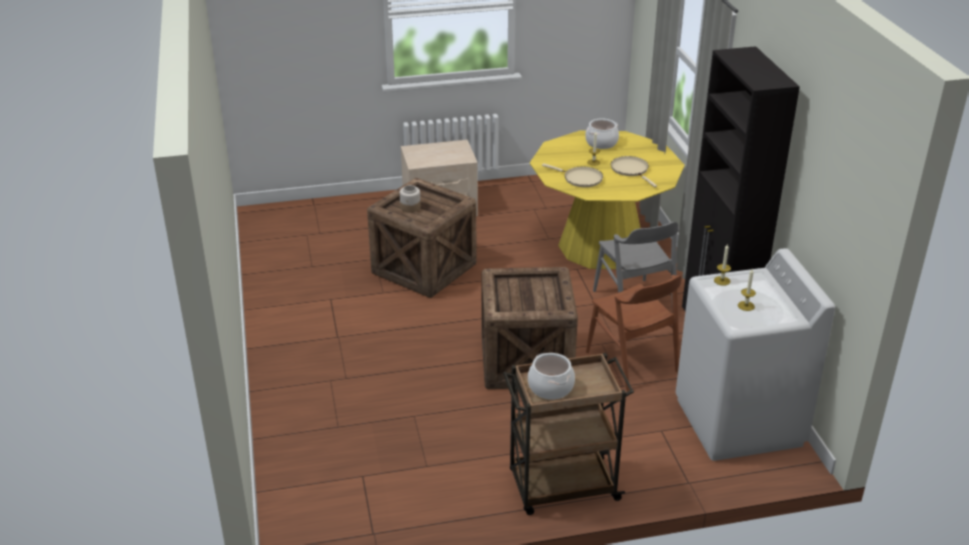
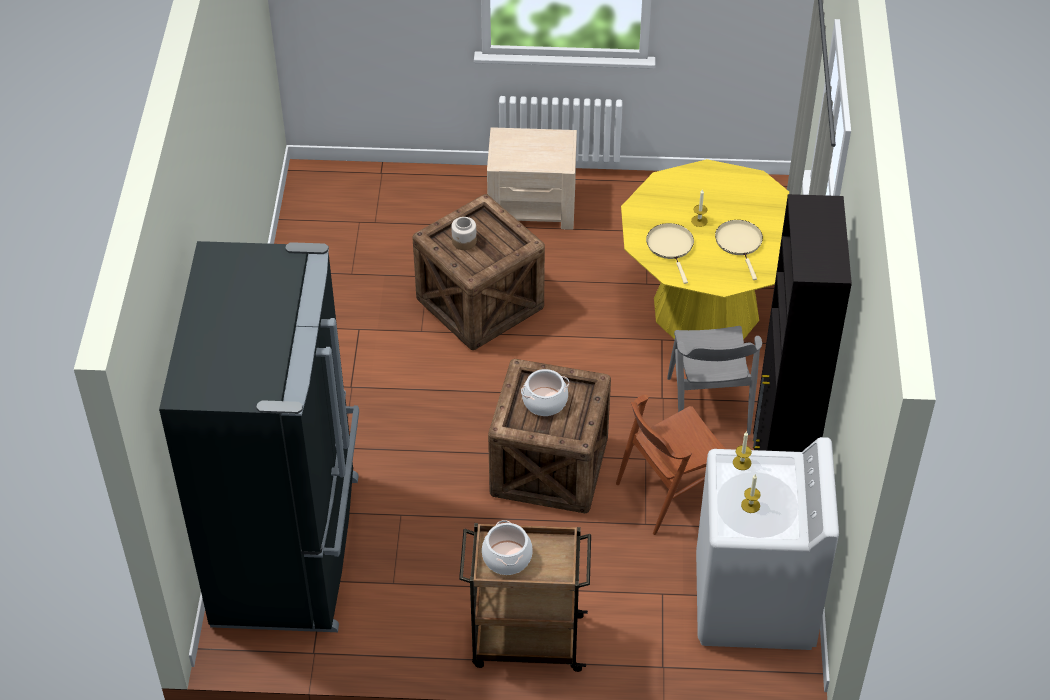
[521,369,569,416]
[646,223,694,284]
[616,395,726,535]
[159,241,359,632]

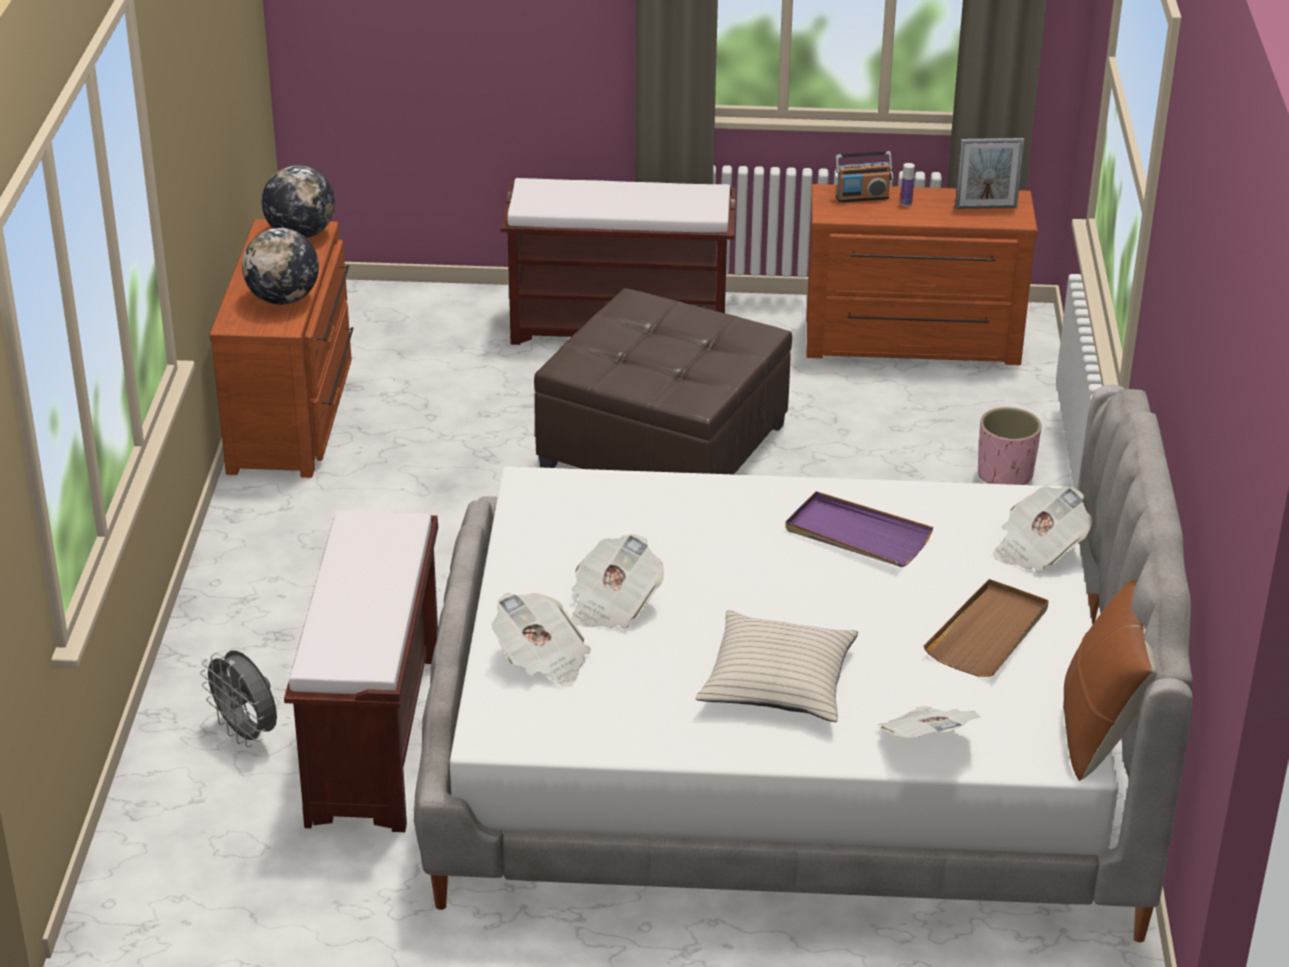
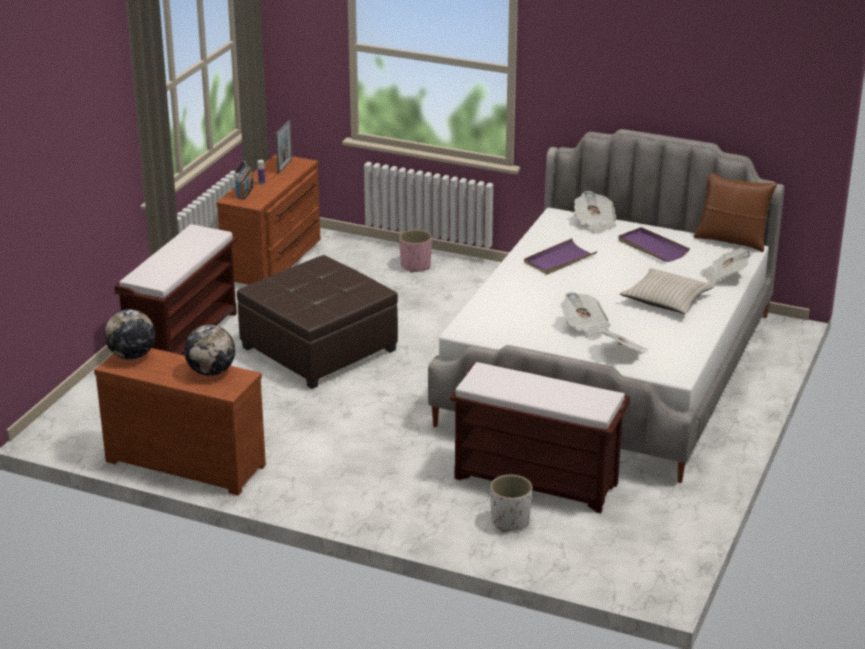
[618,227,690,262]
[490,475,532,532]

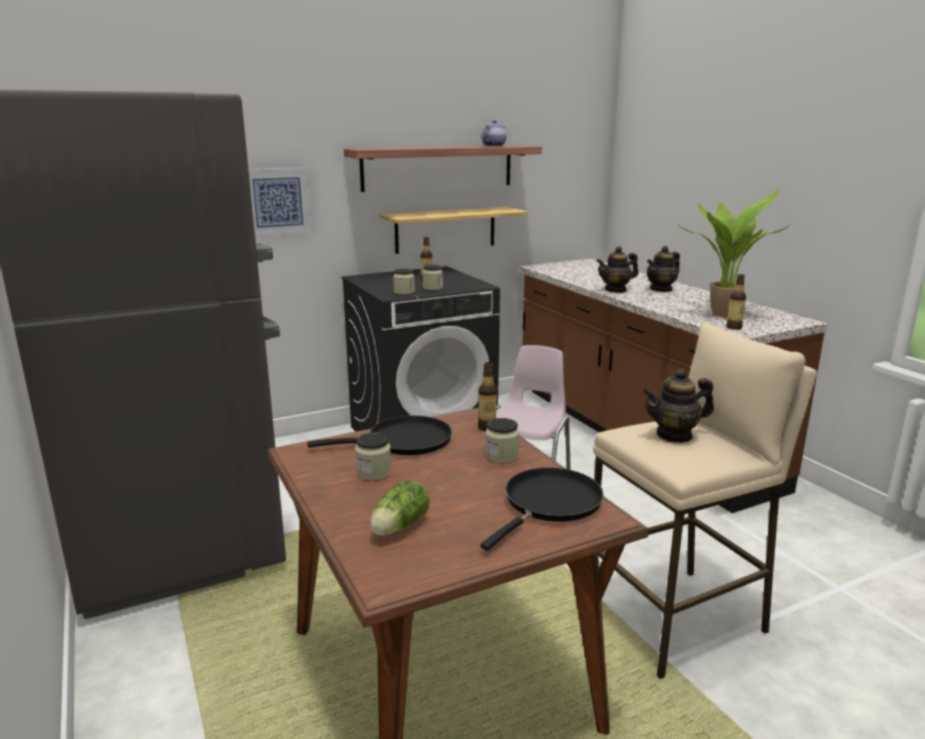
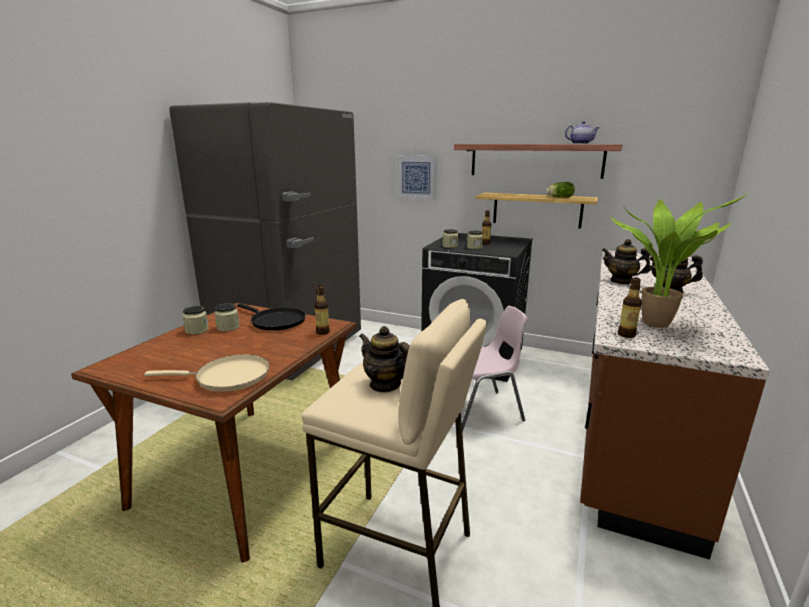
[183,306,209,335]
[144,354,269,392]
[546,182,575,198]

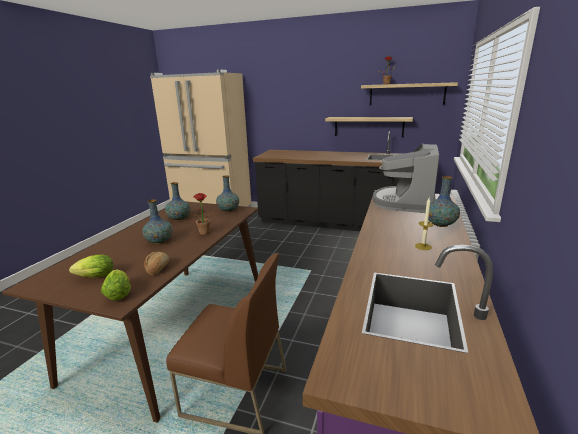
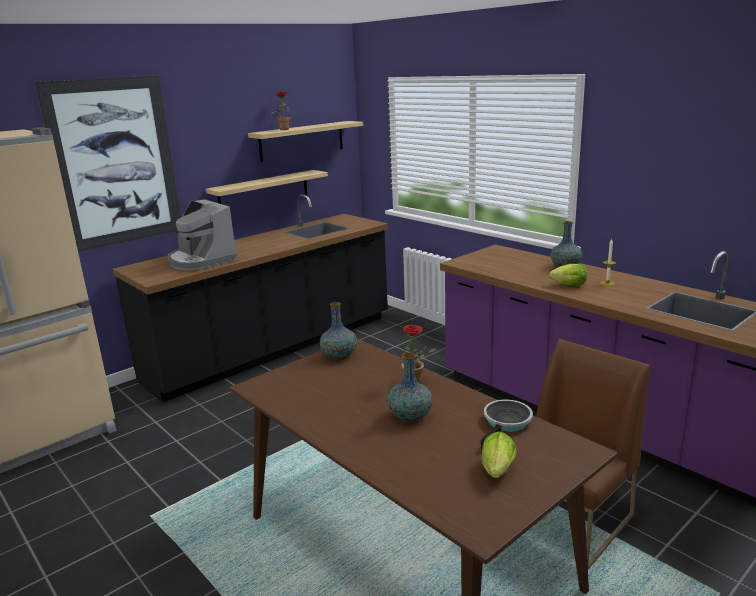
[167,199,238,271]
[165,182,190,221] (first image)
[481,400,533,448]
[549,264,587,286]
[34,76,181,252]

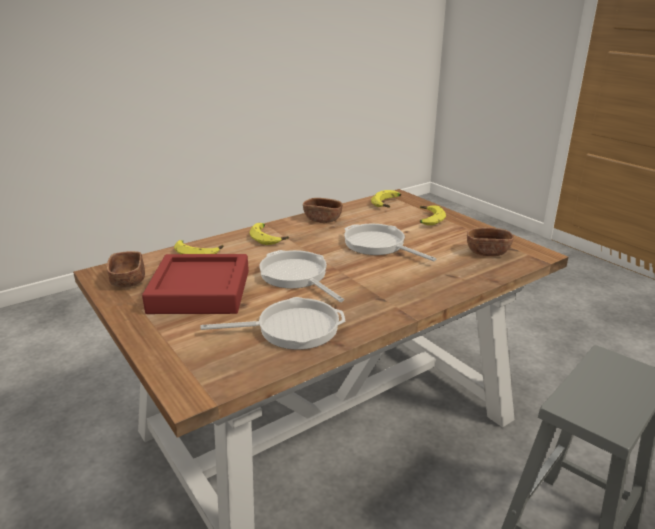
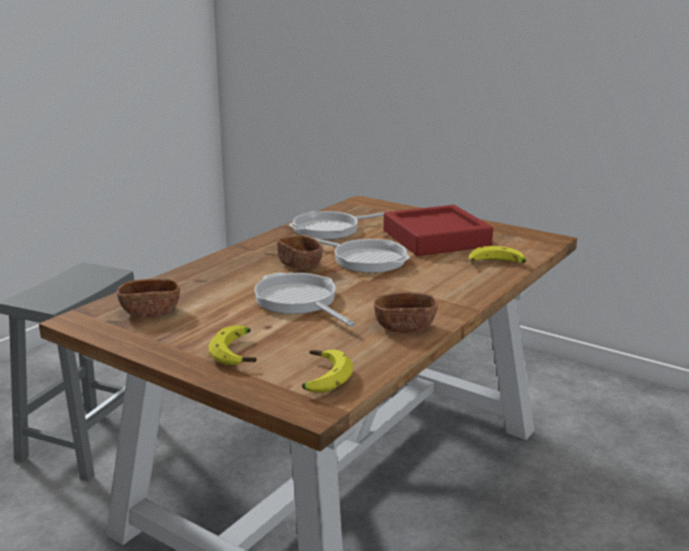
[250,223,289,245] (first image)
[254,272,356,327]
[277,235,323,269]

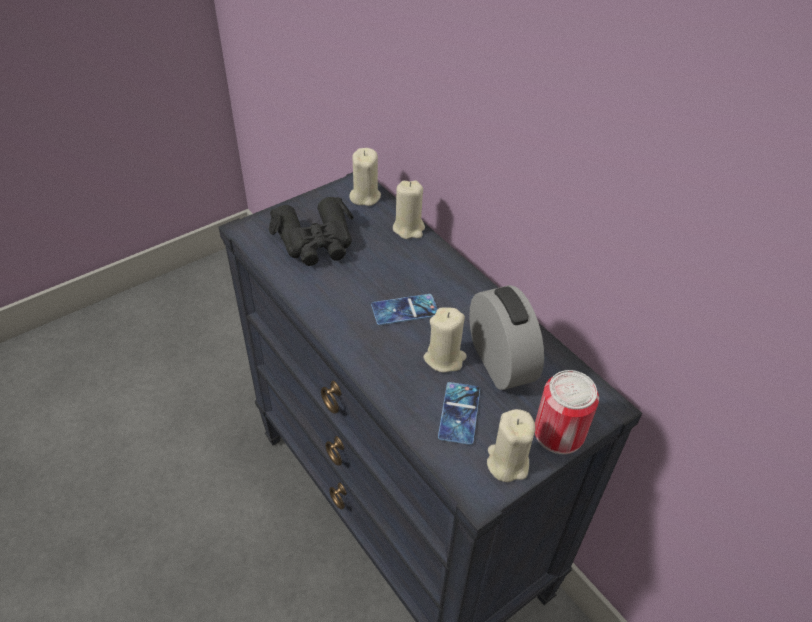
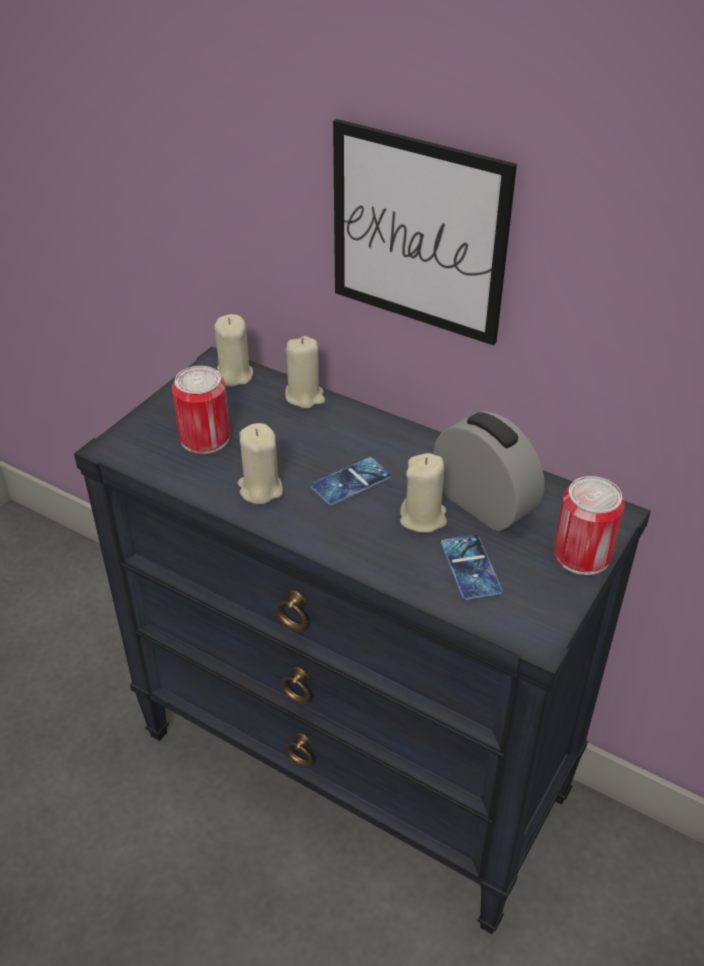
[172,366,230,454]
[238,423,283,504]
[333,119,517,345]

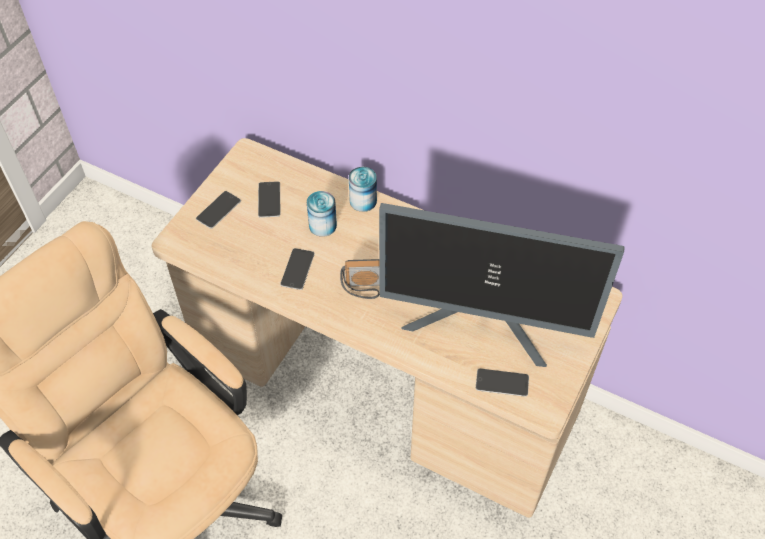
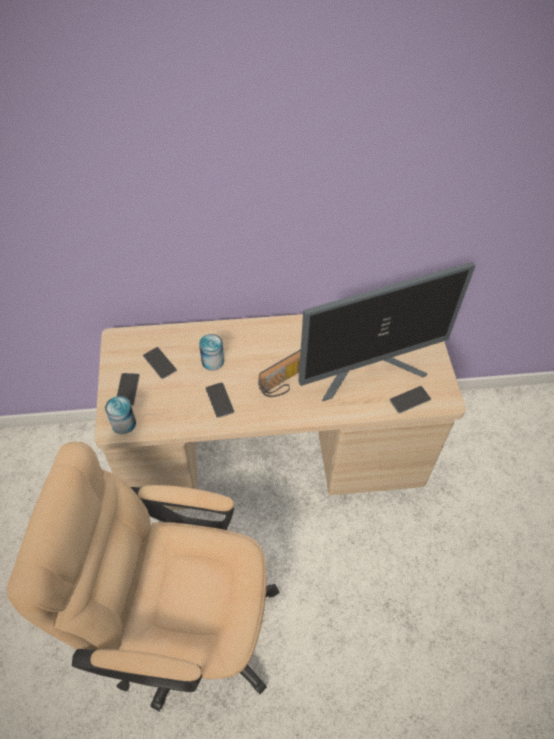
[105,396,136,434]

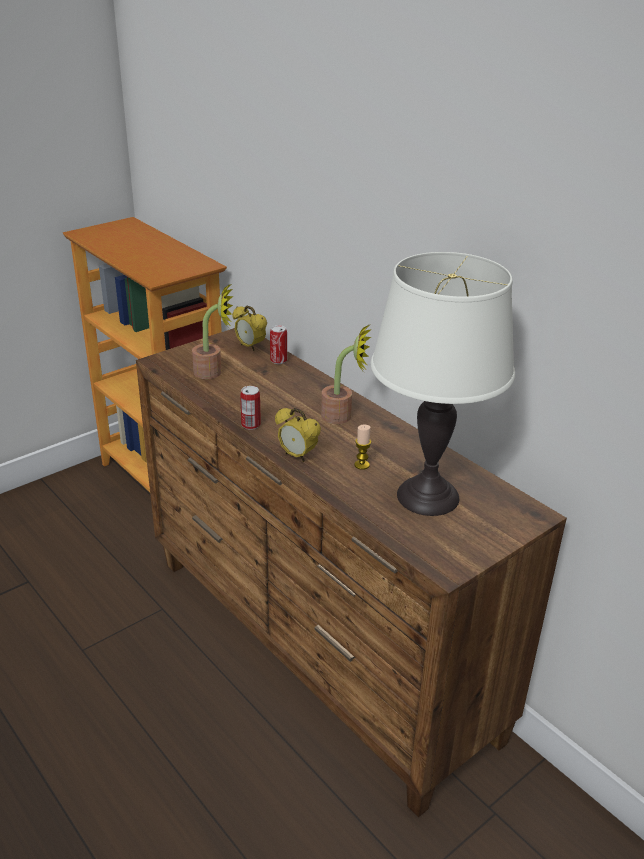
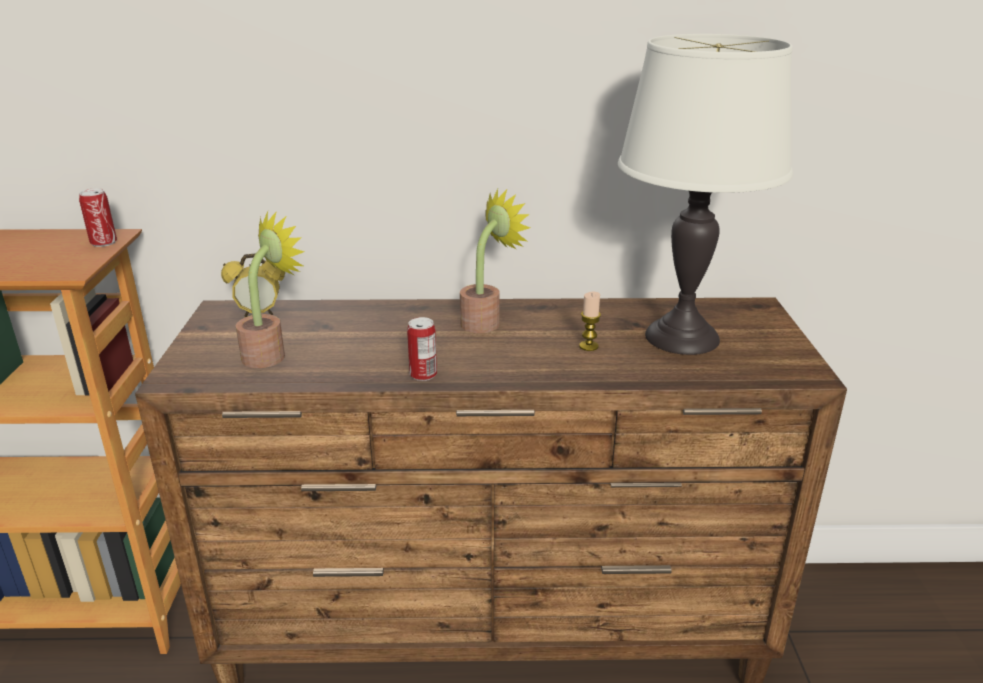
[79,188,117,247]
[275,408,321,462] (first image)

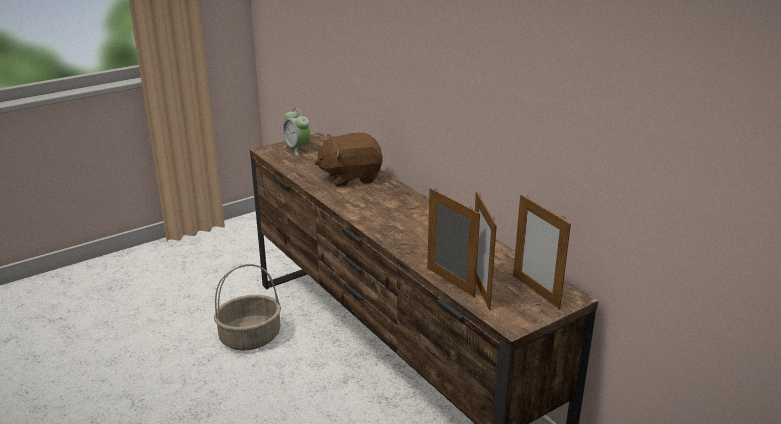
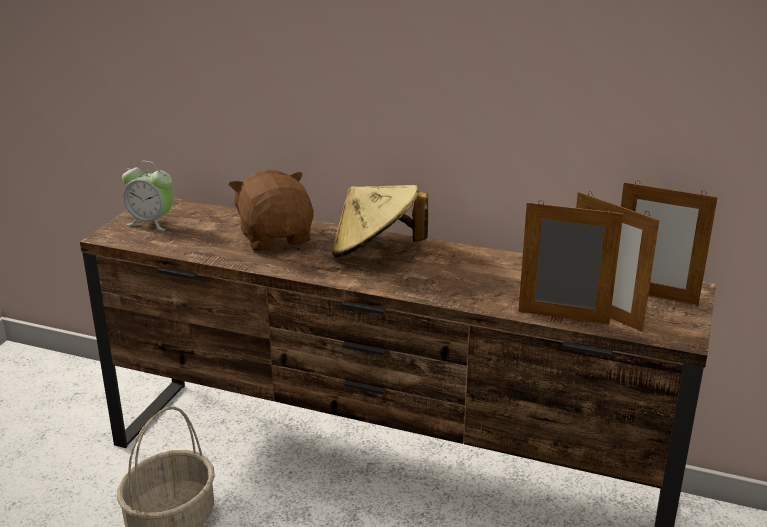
[229,170,314,251]
[331,185,428,258]

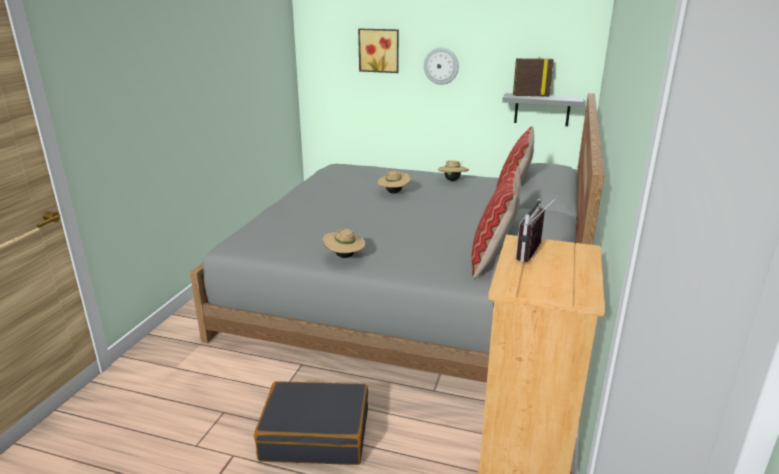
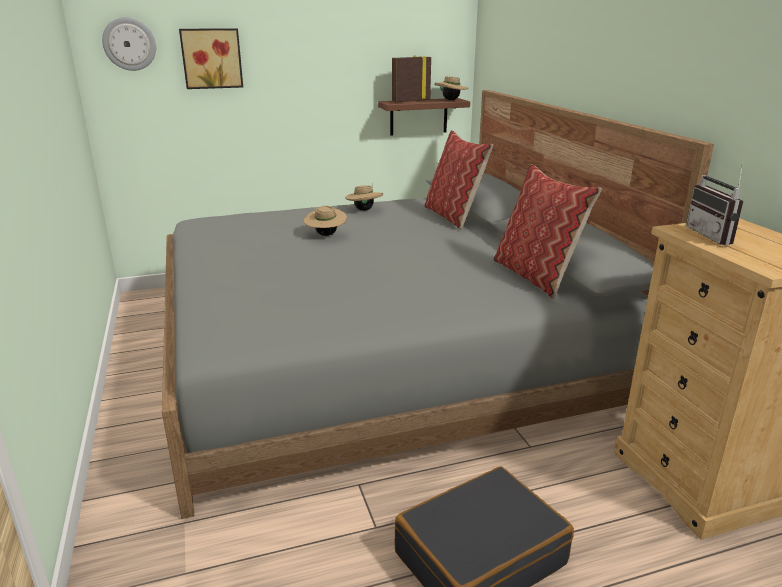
[102,17,156,71]
[378,98,470,136]
[435,77,469,100]

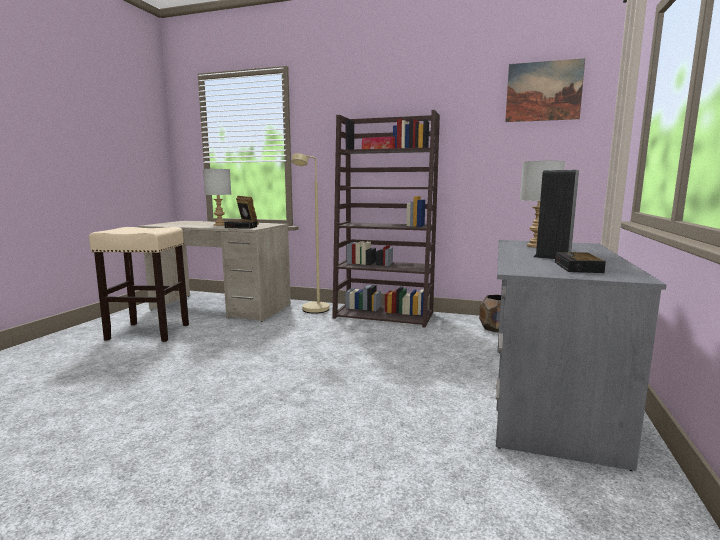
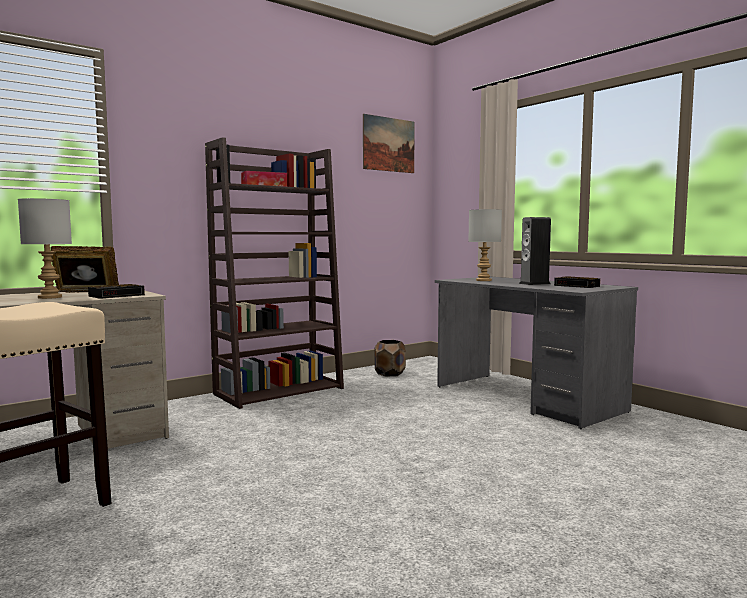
[291,153,329,314] (first image)

